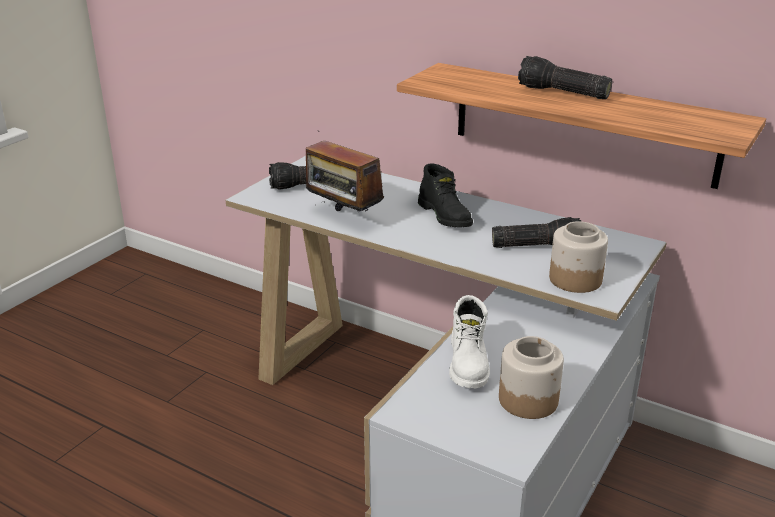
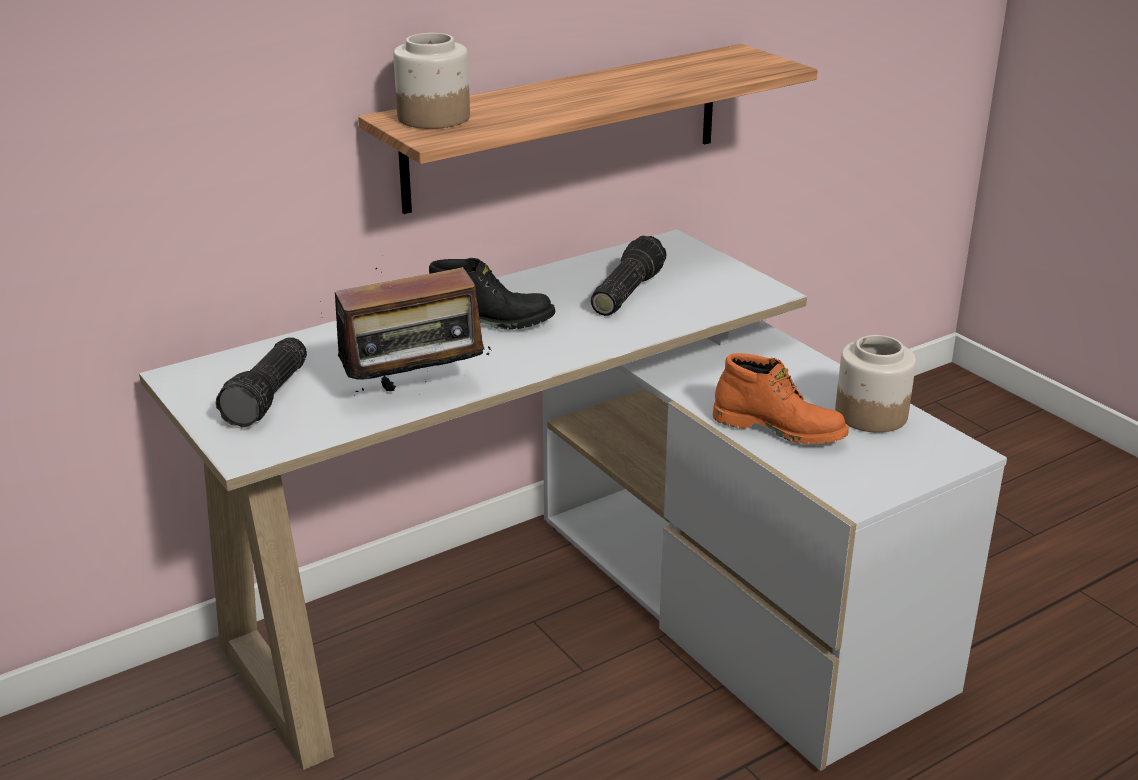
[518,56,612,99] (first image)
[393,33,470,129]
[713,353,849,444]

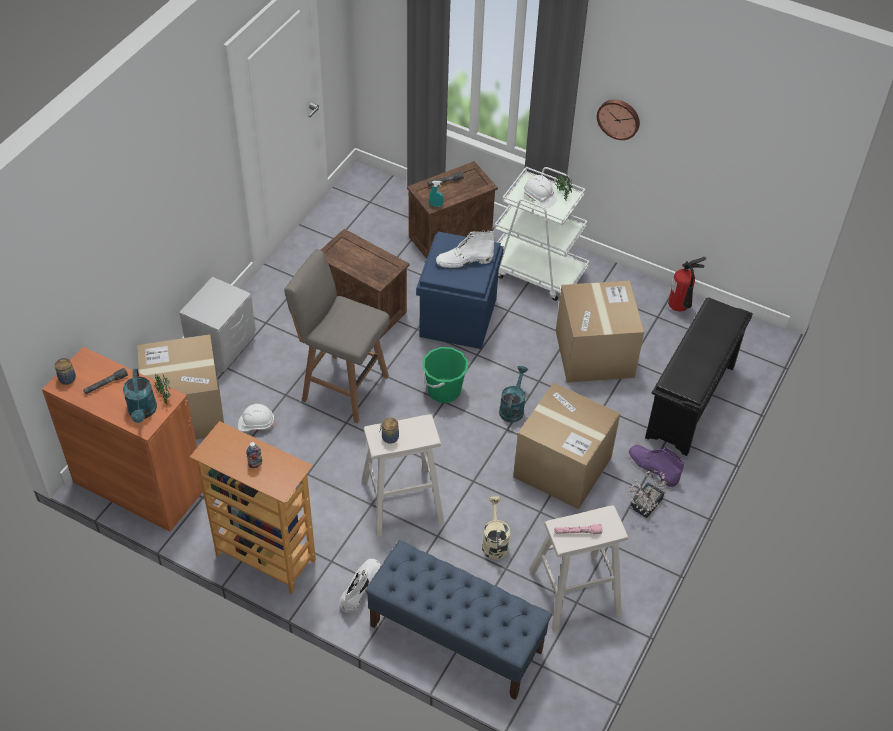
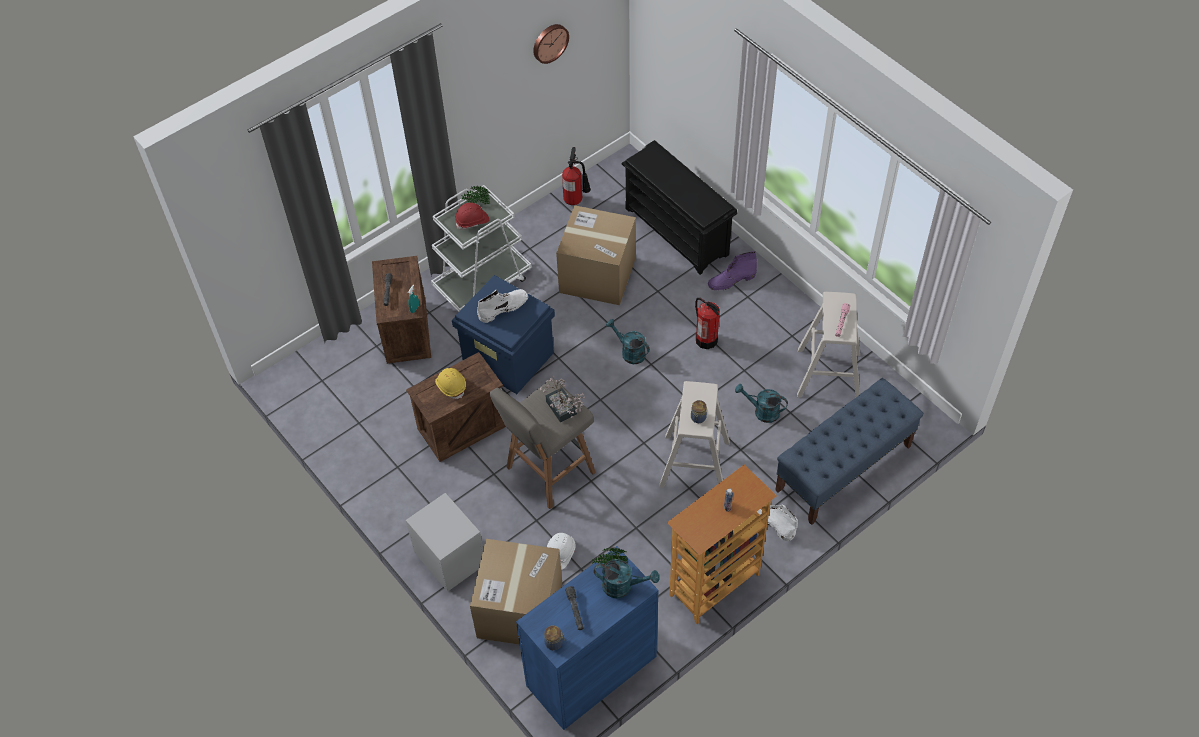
[533,24,569,64]
[455,203,489,230]
[477,289,528,323]
[516,546,658,730]
[422,347,468,403] (first image)
[695,298,720,349]
[539,376,585,422]
[735,384,788,423]
[435,368,466,399]

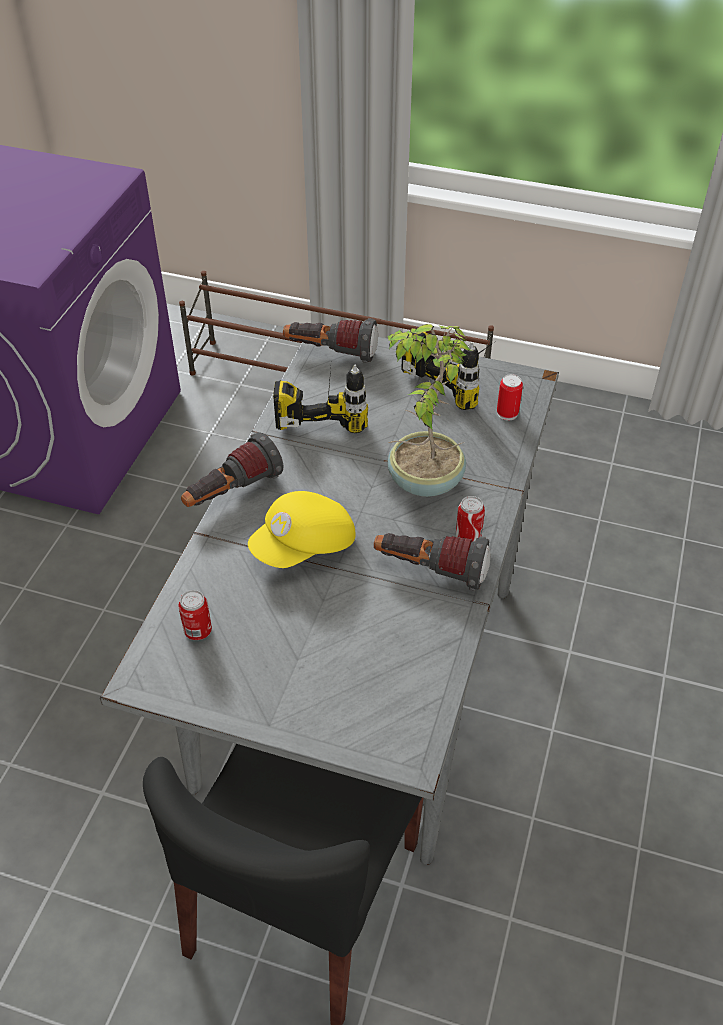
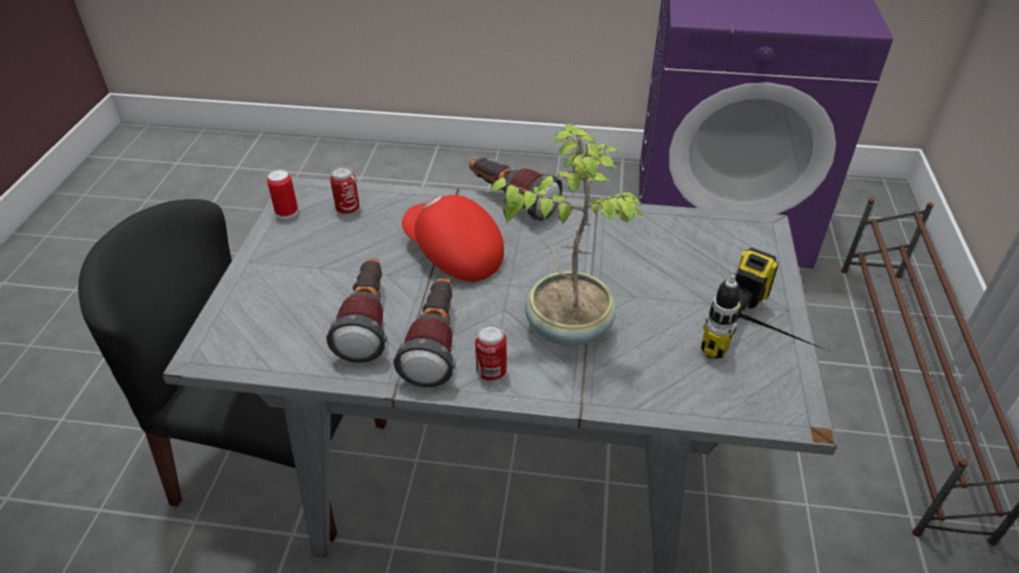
[326,258,387,363]
[273,364,368,433] (first image)
[267,169,298,219]
[402,195,504,281]

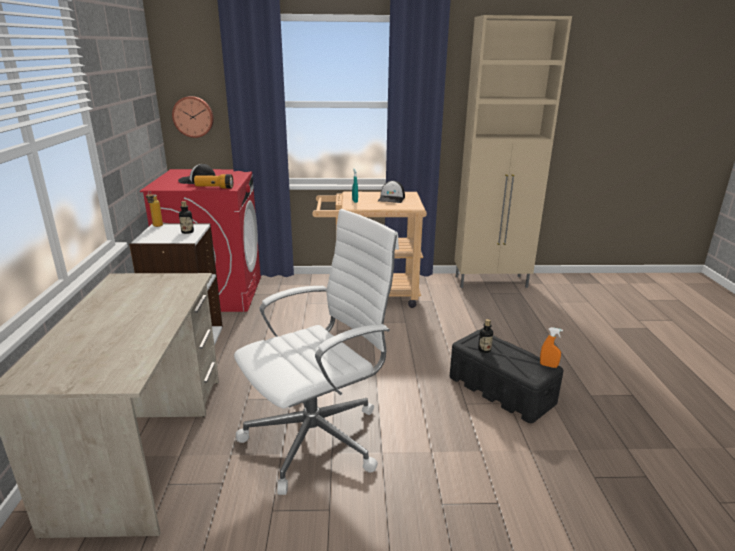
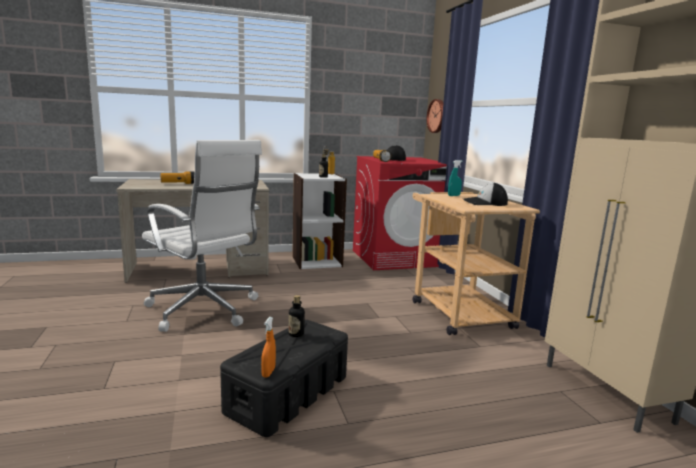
[160,171,195,184]

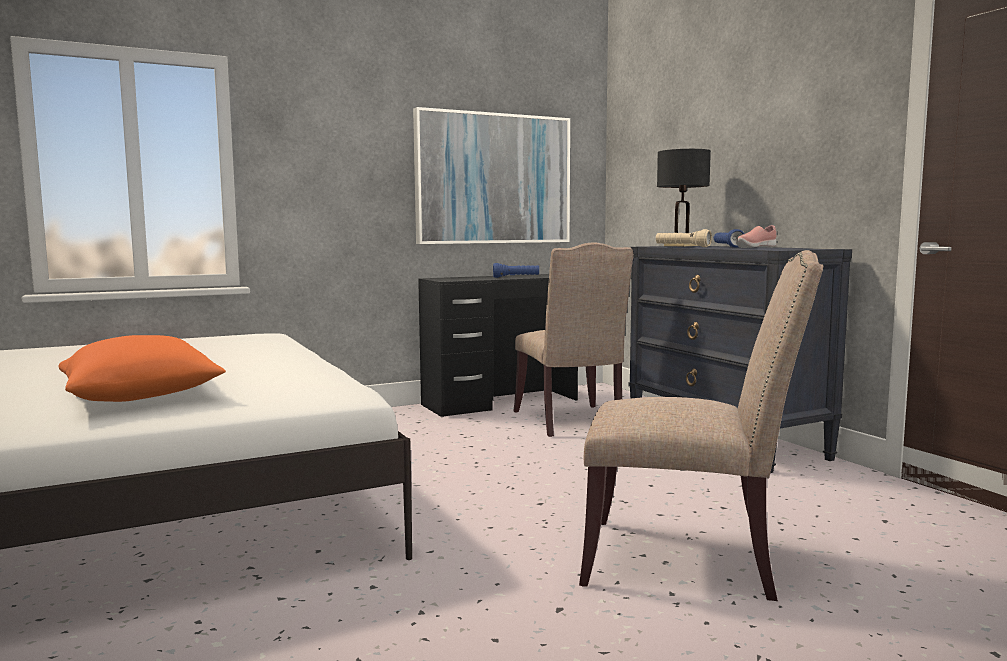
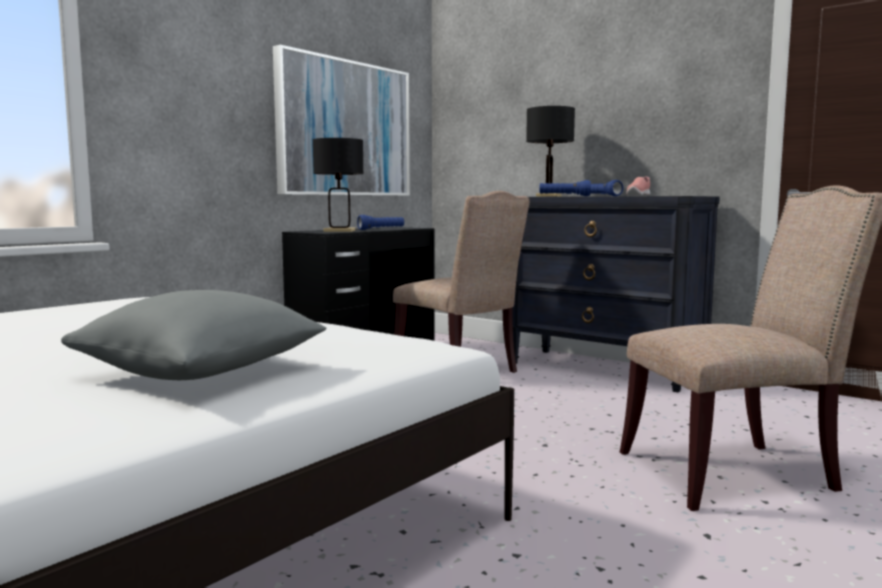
[539,180,591,196]
[61,290,326,380]
[313,138,364,232]

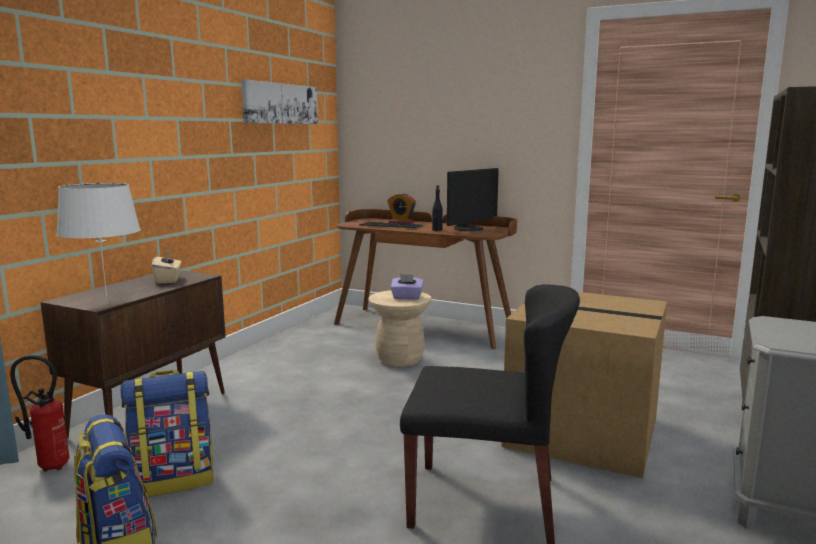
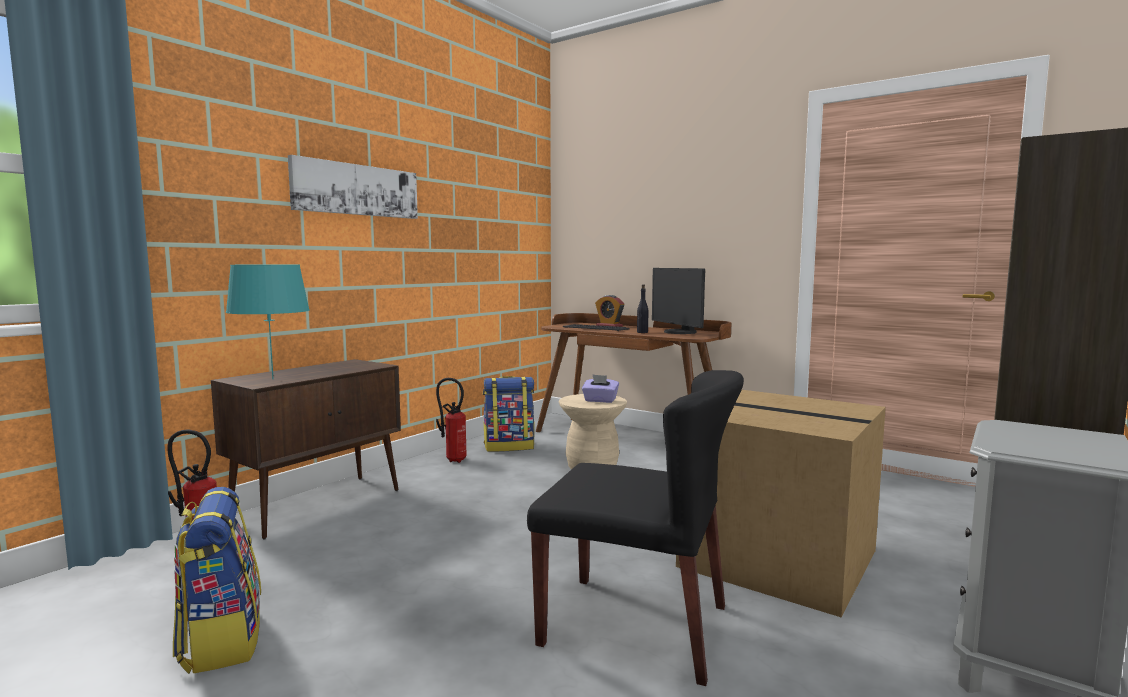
[288,155,418,219]
[652,268,705,334]
[226,265,310,379]
[152,250,182,284] (first image)
[483,376,535,452]
[436,378,467,463]

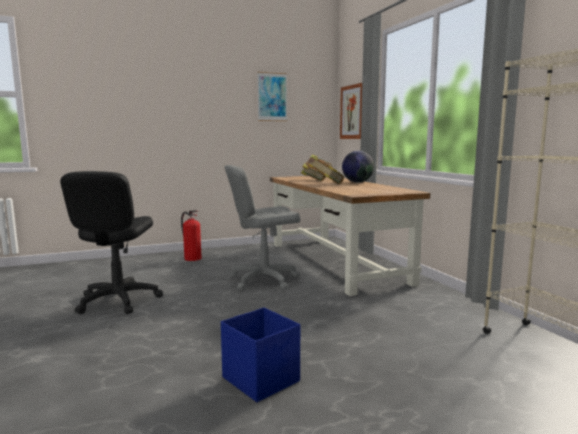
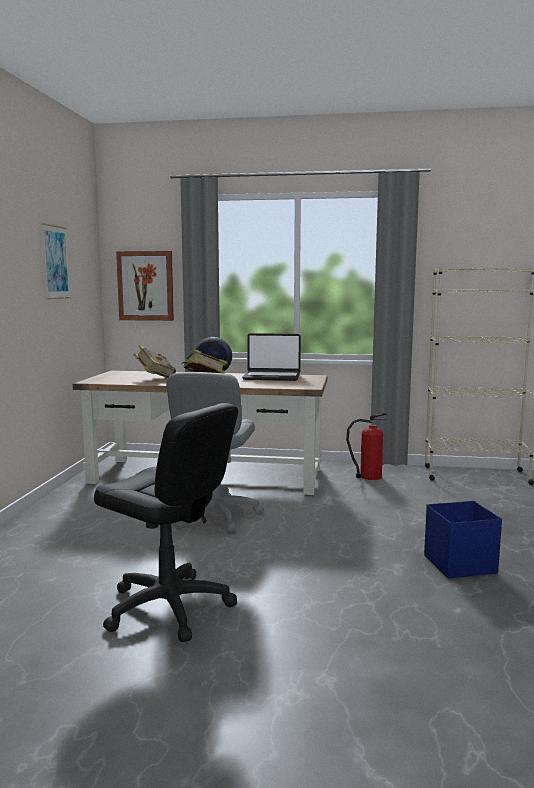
[346,413,387,480]
[242,333,301,381]

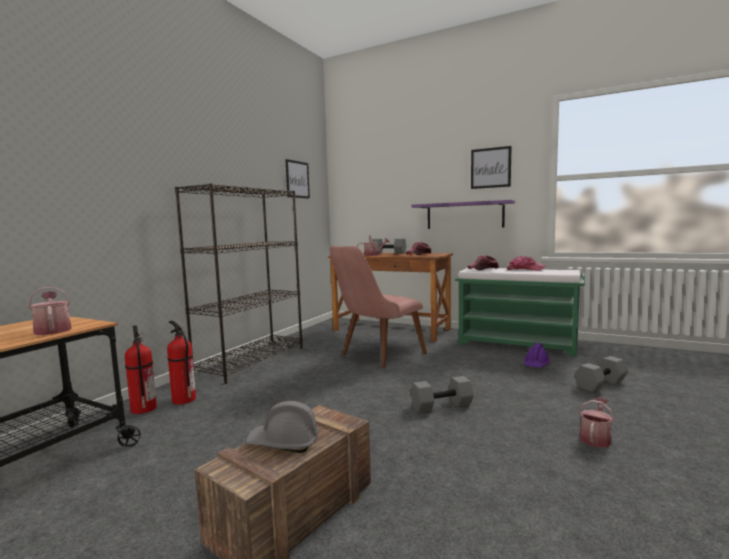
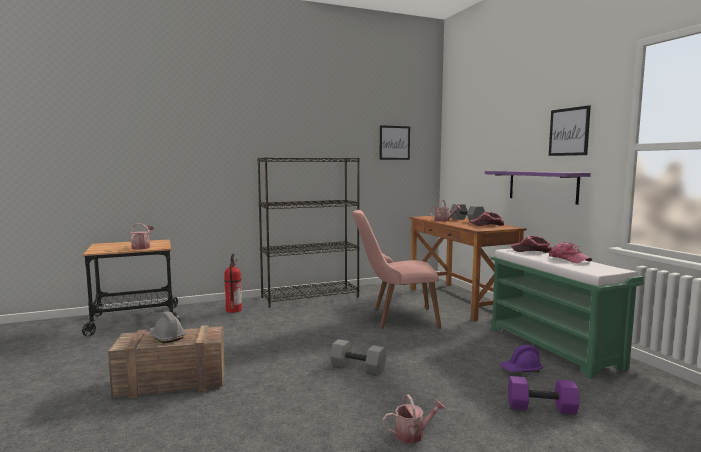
[125,325,157,414] (first image)
[508,376,580,415]

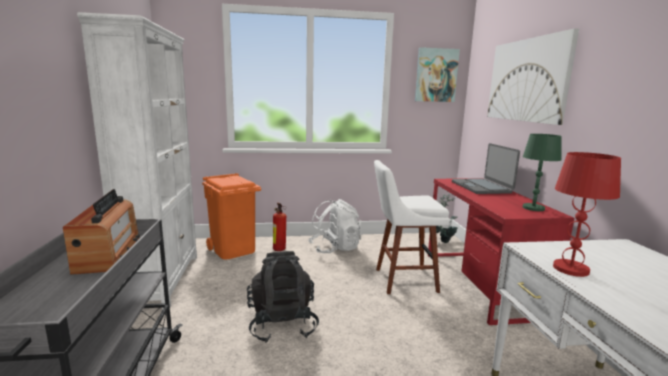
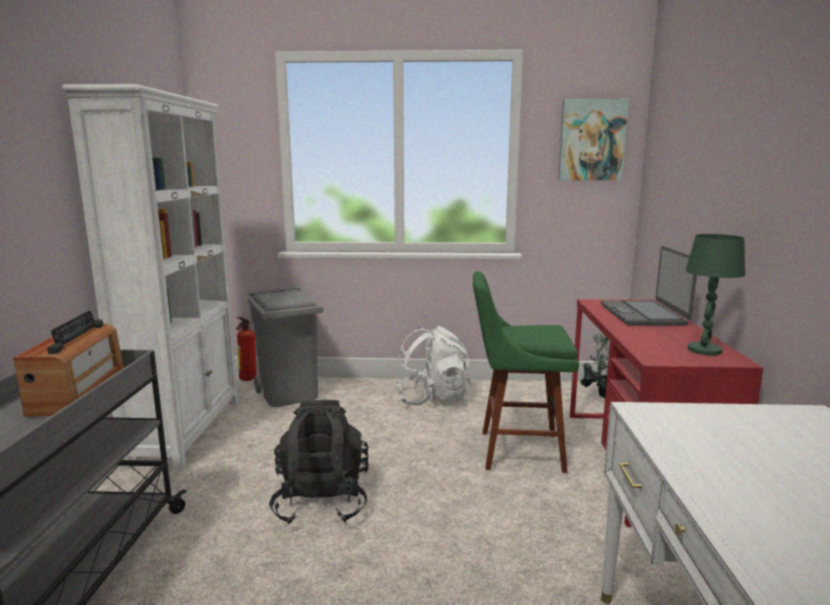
[487,28,579,125] (first image)
[553,152,621,277] (first image)
[473,271,579,473]
[248,287,324,407]
[236,316,257,381]

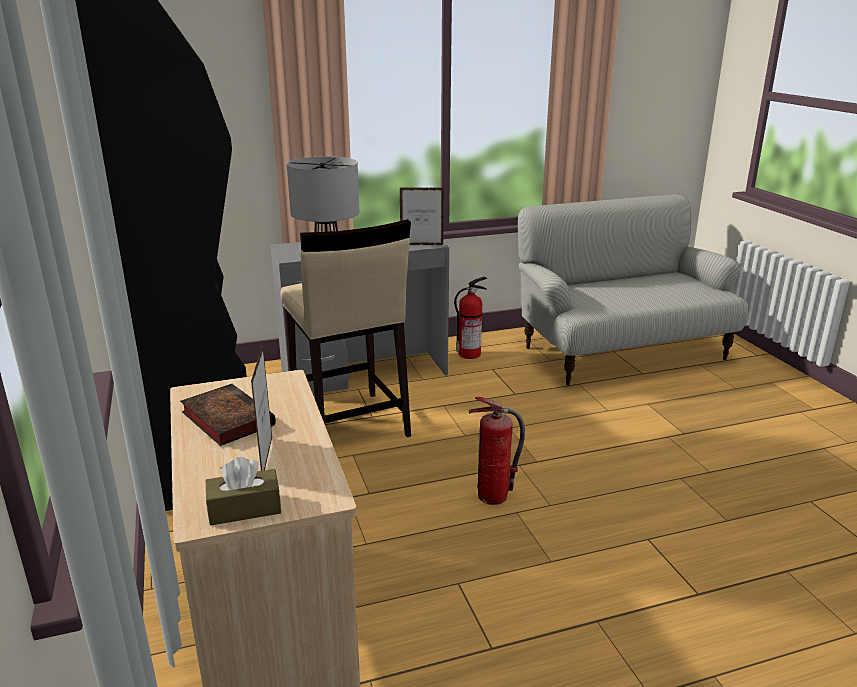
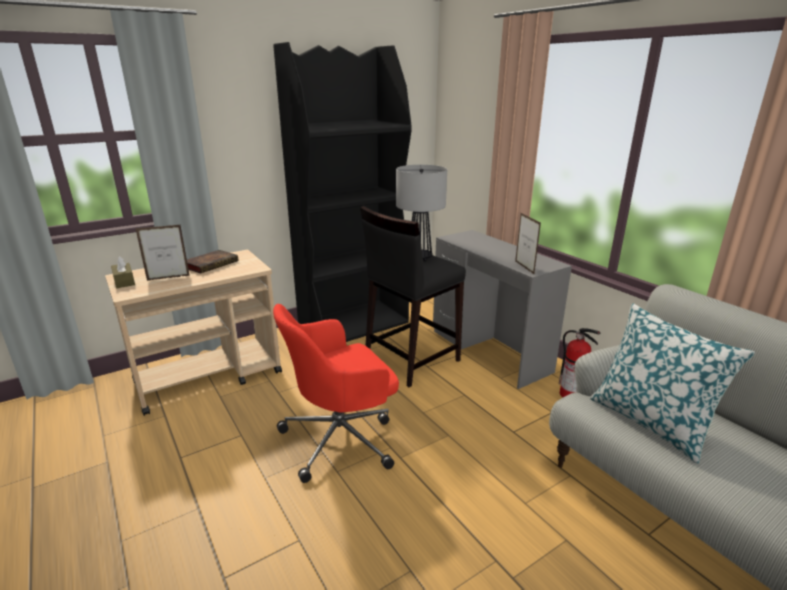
[360,206,466,387]
[273,304,399,483]
[590,303,755,464]

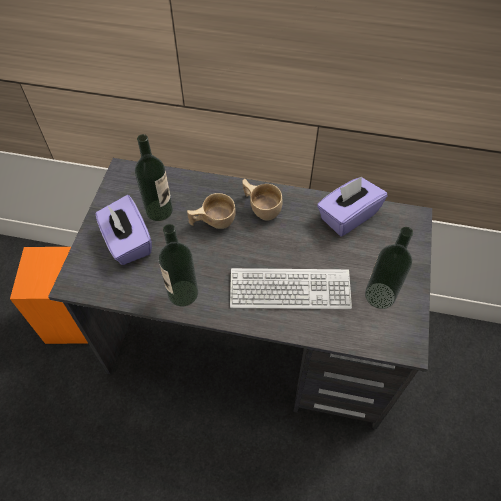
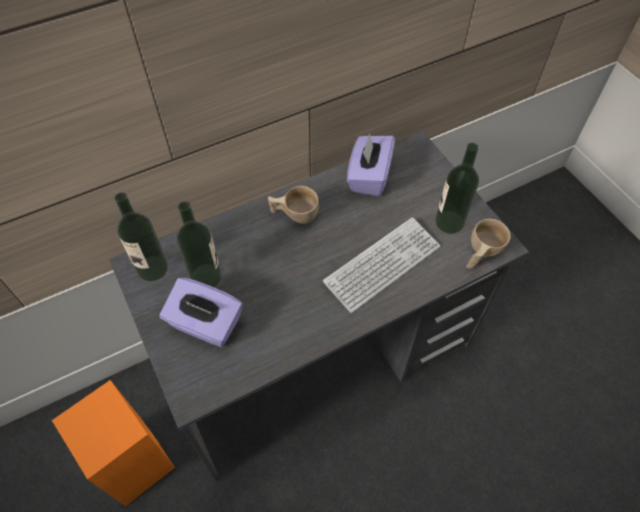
[466,219,511,268]
[115,192,168,281]

